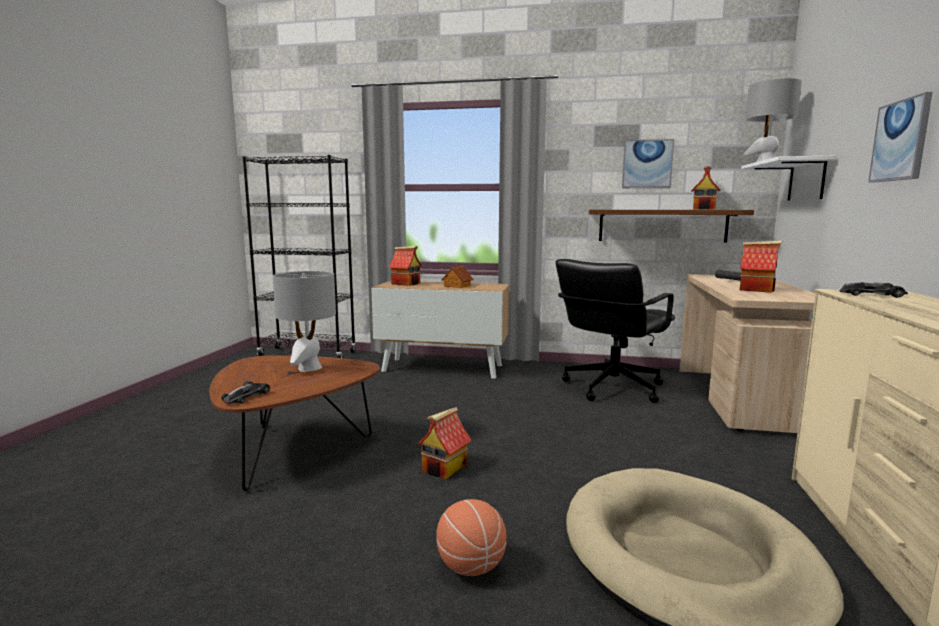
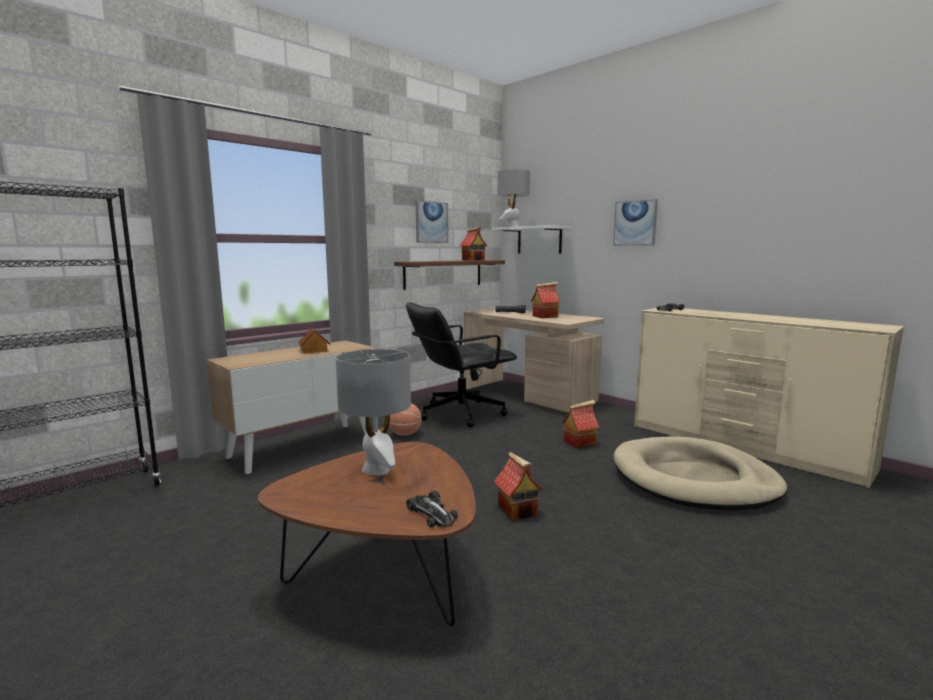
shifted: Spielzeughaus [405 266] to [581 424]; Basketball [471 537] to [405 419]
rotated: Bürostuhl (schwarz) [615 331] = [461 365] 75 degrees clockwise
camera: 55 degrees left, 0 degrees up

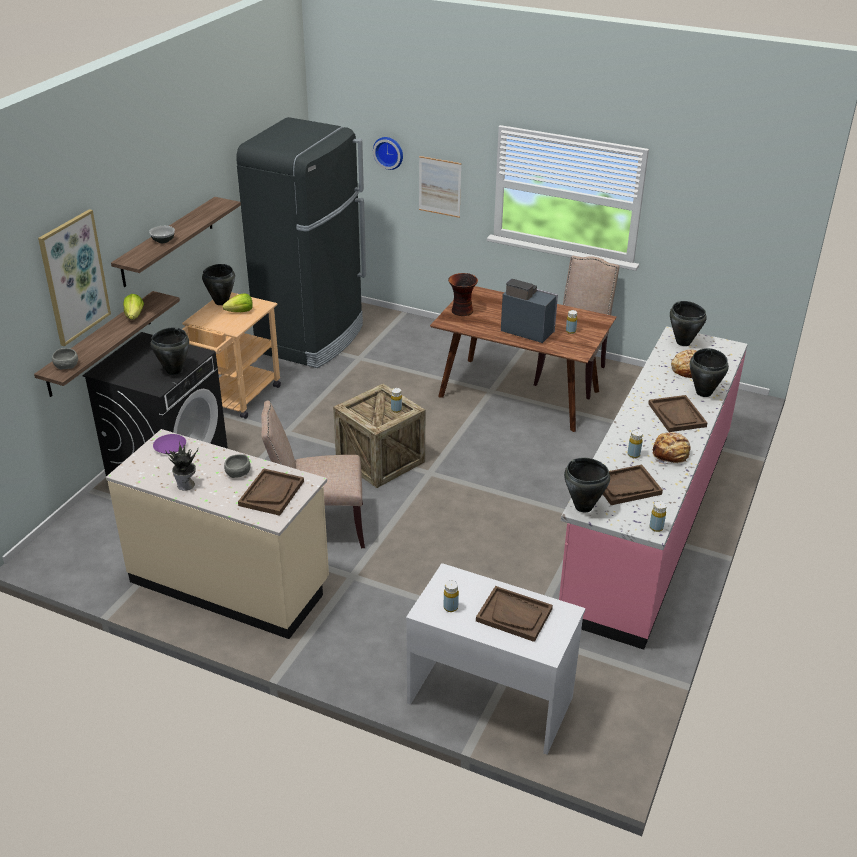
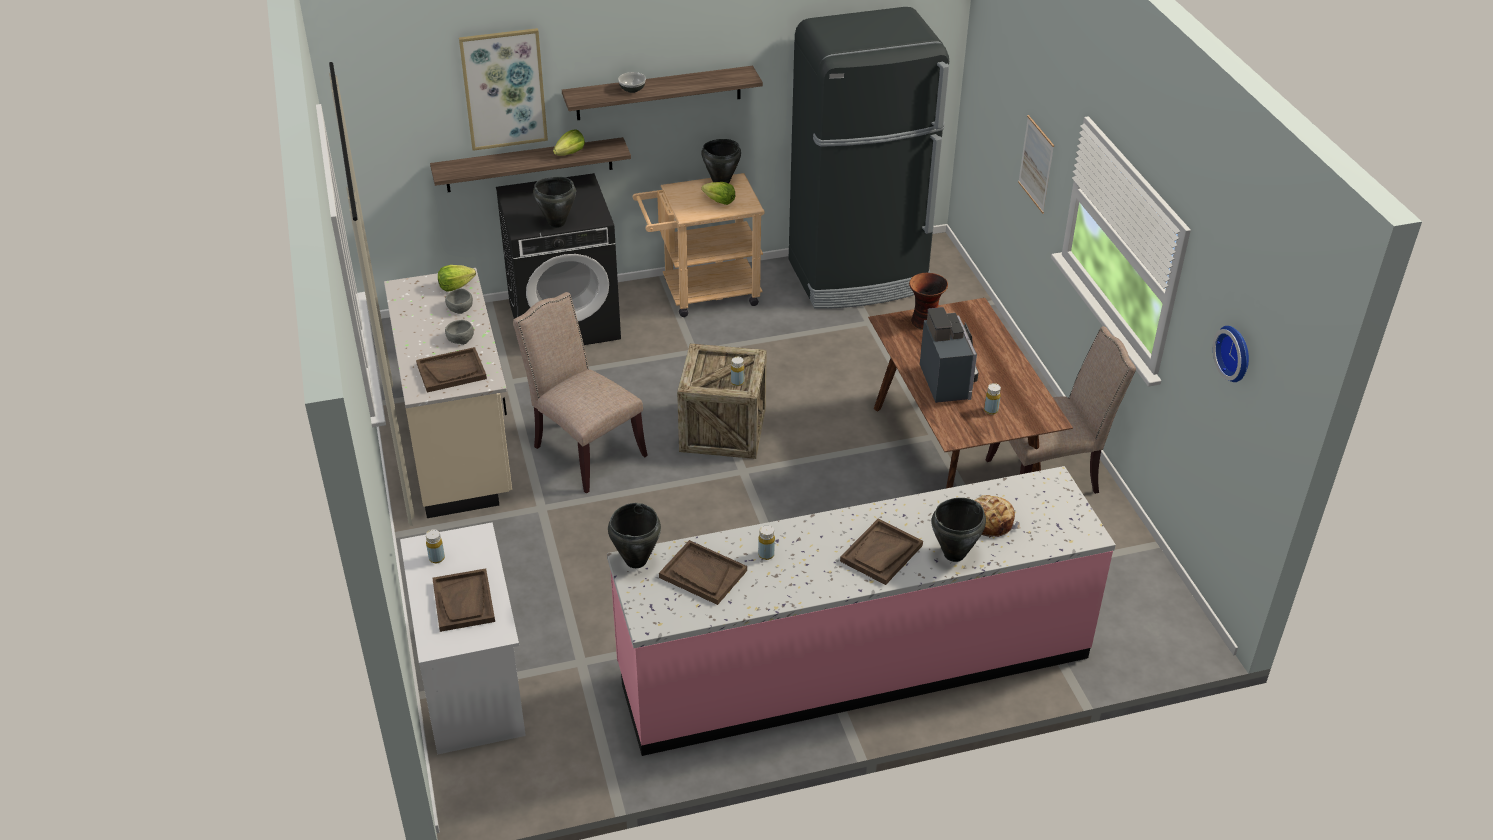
gone: Kochtopf (schwarz) [688 323]; Brot [672 448]; Topfpflanze [181 466]; Flasche (gelb) [658 516]
shifted: Wanduhr [388 153] to [1231 354]; Schüssel (grau) [65 359] to [459 301]
swapped: Teller (lila) [169 444] to Salatkopf [457 278]
camera: 50 degrees right, 5 degrees up

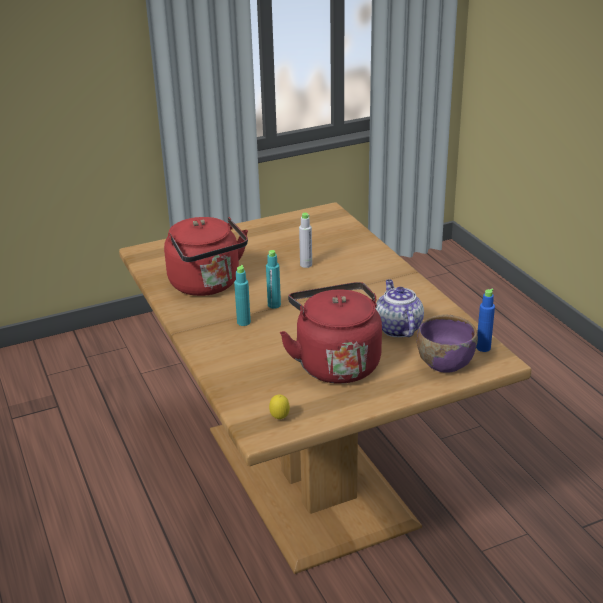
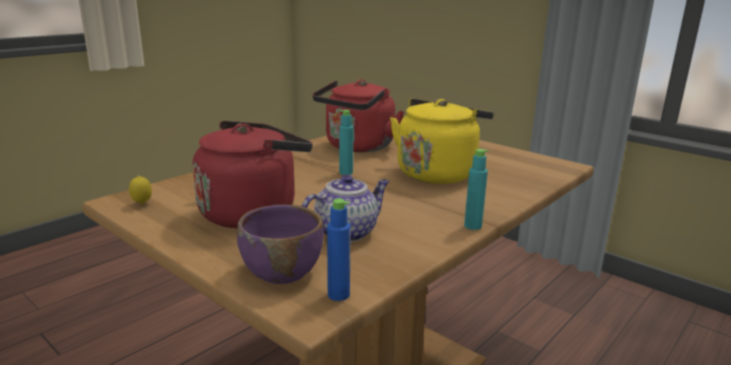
shifted: Flasche (türkis) [242 295] to [476 189]
swapped: Flasche (grau) [305 240] to Wasserkessel (gelb) [442 141]
camera: 65 degrees right, 10 degrees down

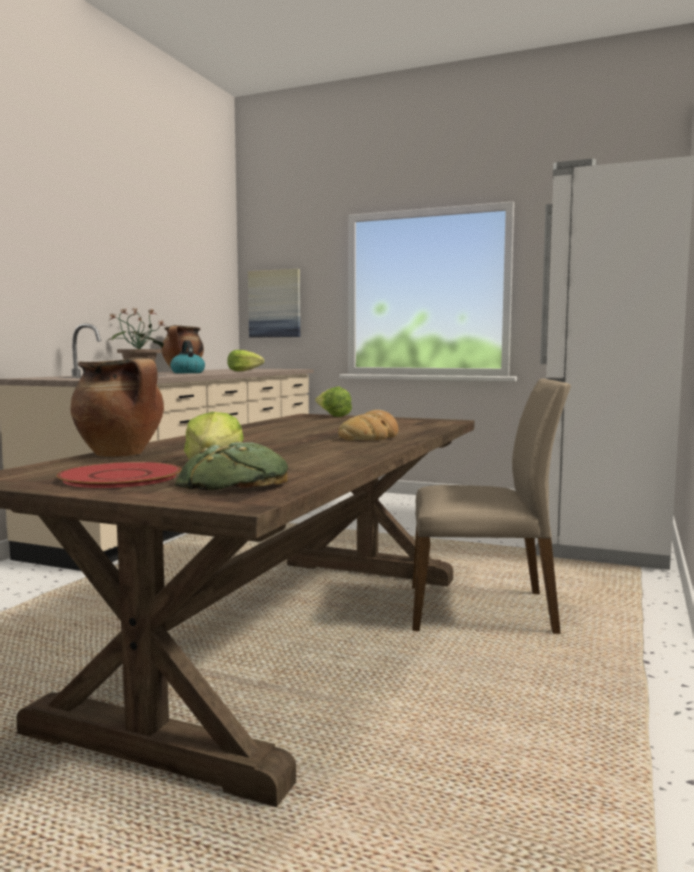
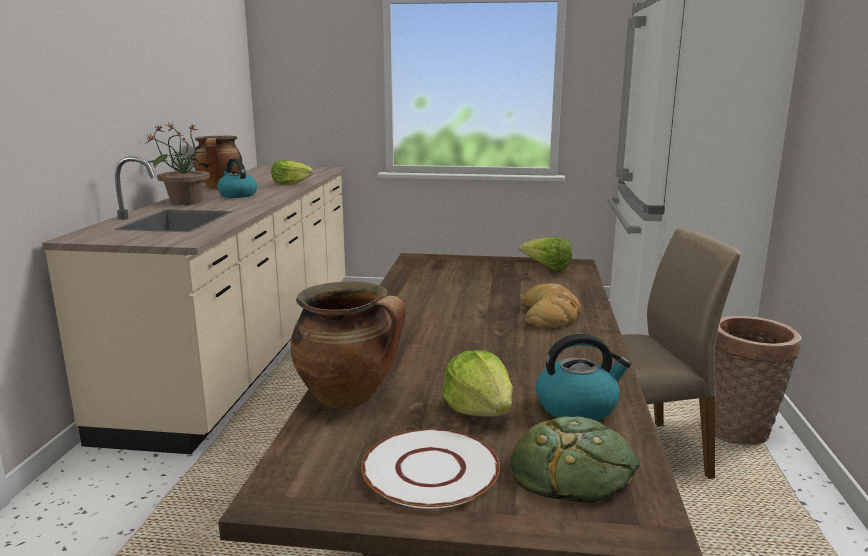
gone: Bild [274 303]
new: Korb [758 381]; Wasserkessel [583 377]
shifted: Salatkopf [333 401] to [545 254]
repainted: Teller (rot) [119 475] to Teller (weiß) [430 469]
camera: 15 degrees left, 10 degrees up

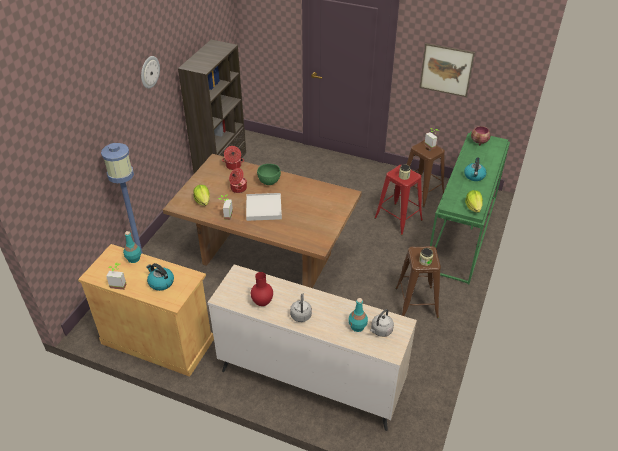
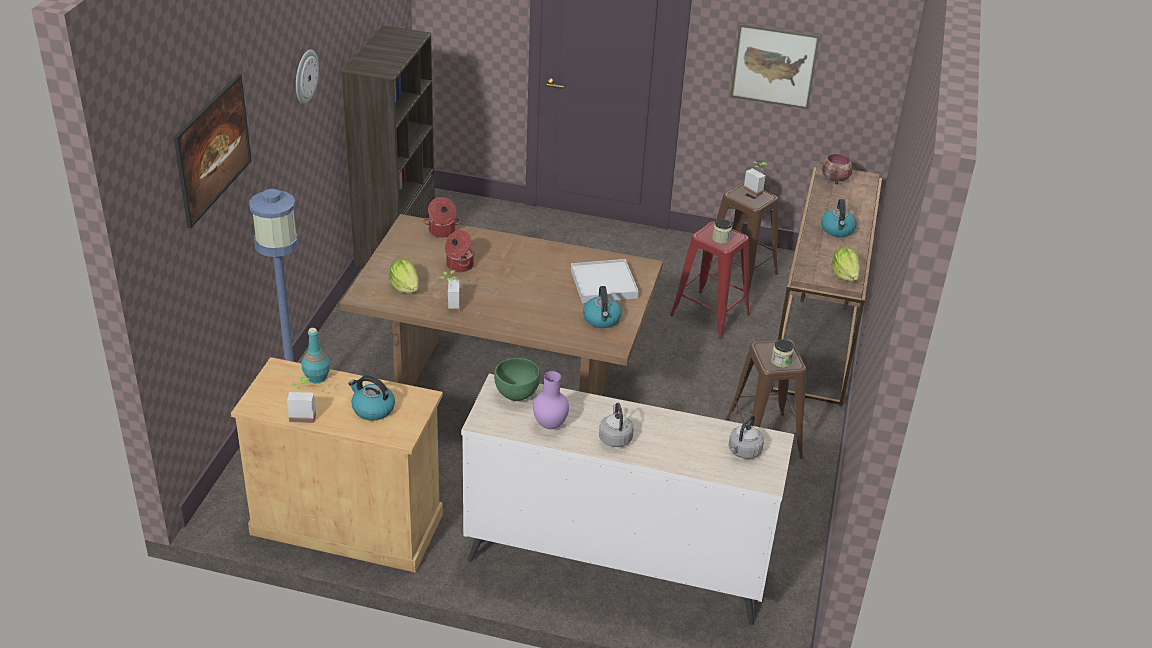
gone: Flasche (türkis) [358 315]
new: Bild [213 151]; Wasserkessel [602 307]
shifted: Schüssel (grün) [269 174] to [517 379]; Tablett (weiß) [264 207] to [605 281]
repainted: Konsolentisch (grün) [470 207] to Konsolentisch (braun) [826 285]; Vase (rot) [262 289] to Vase (lila) [551 400]
camera: 10 degrees left, 5 degrees down

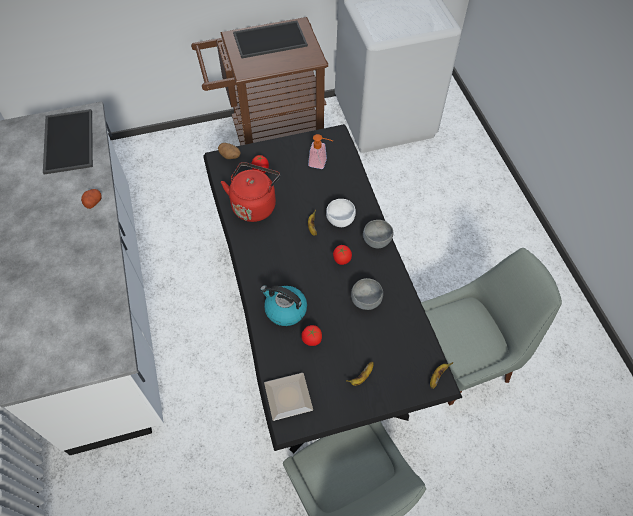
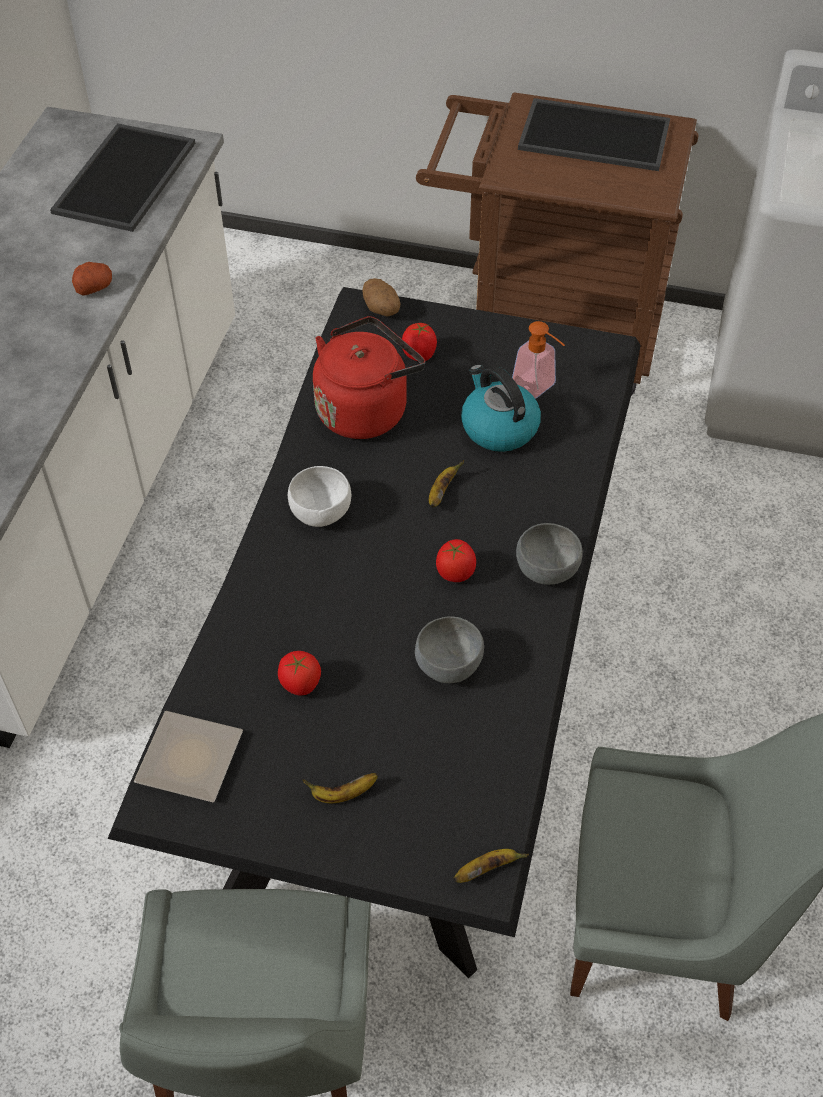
shifted: Schüssel (weiß) [341 213] to [319 496]; Wasserkessel [283 305] to [501 408]
camera: 30 degrees right, 5 degrees down

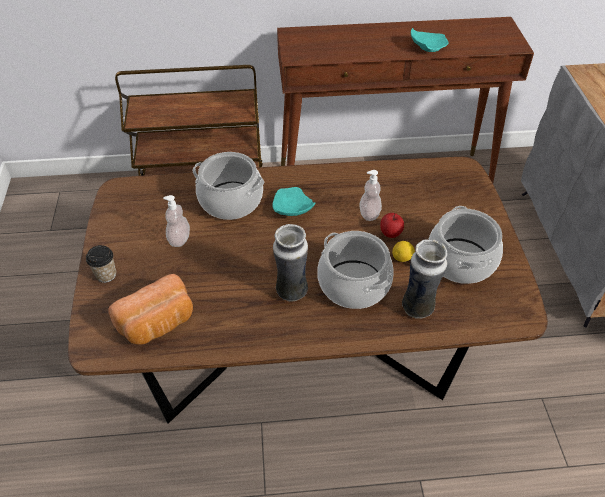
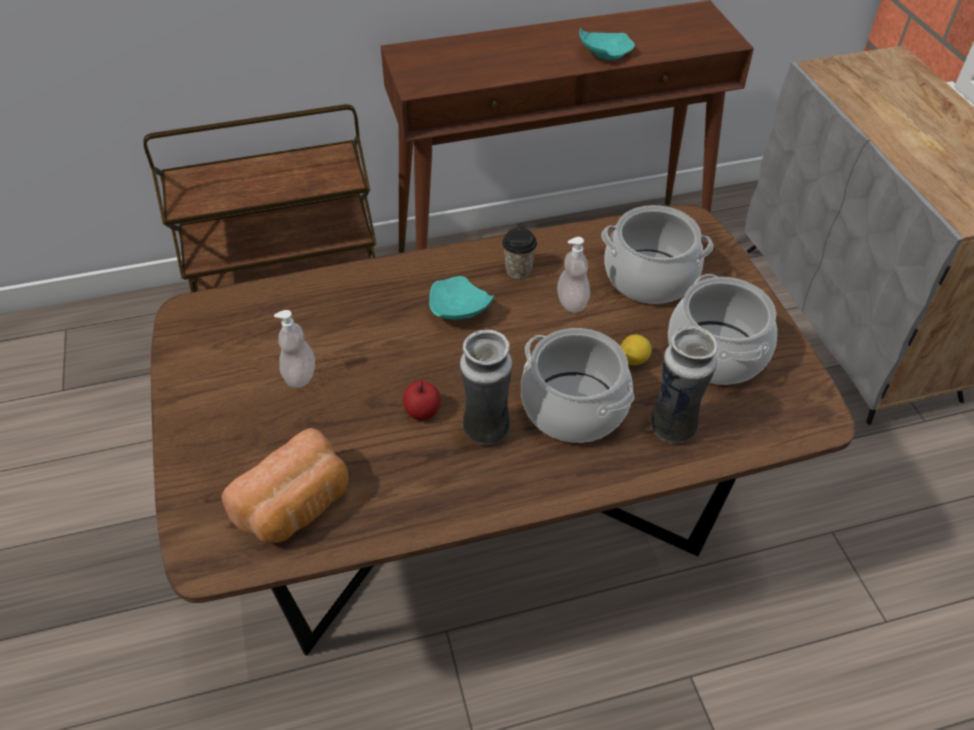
shifted: Kochtopf [228 186] to [657 254]; Apfel [392 225] to [422 400]; Tasse [101 264] to [519 253]
camera: 10 degrees left, 0 degrees up

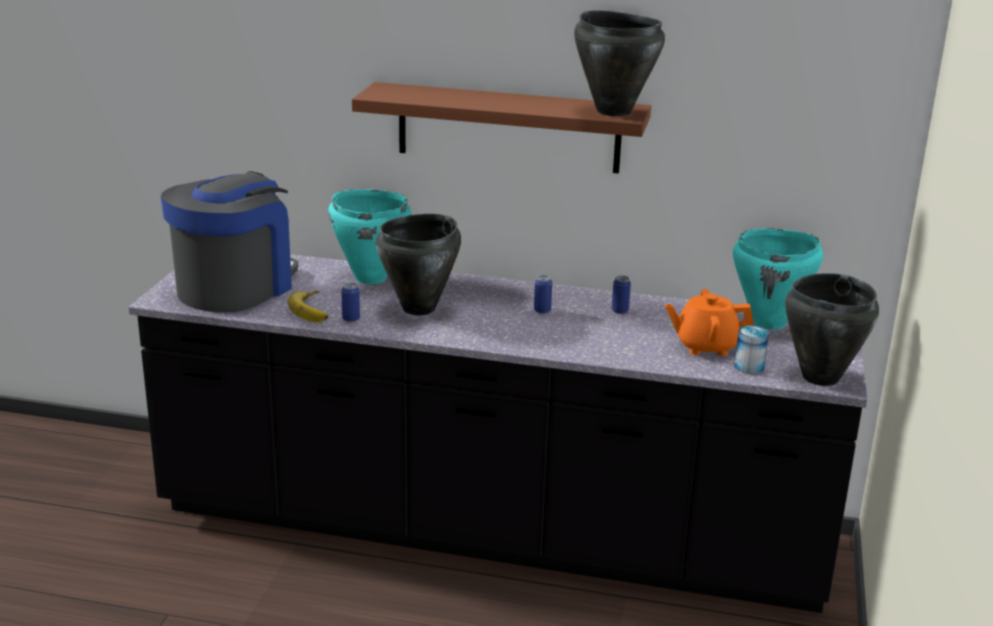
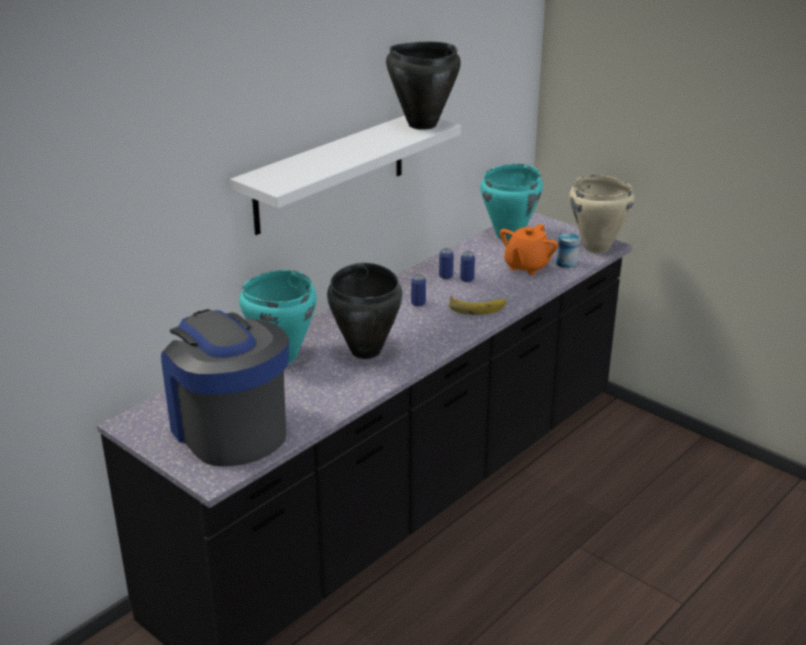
shifted: Dose [350 302] to [467 266]; Banane [307 306] to [477 305]
repainted: Wandregal (braun) [501 127] to Wandregal (weiß) [345 175]; Kochtopf (schwarz) [832 329] to Kochtopf (beige) [602 214]
camera: 60 degrees left, 5 degrees up

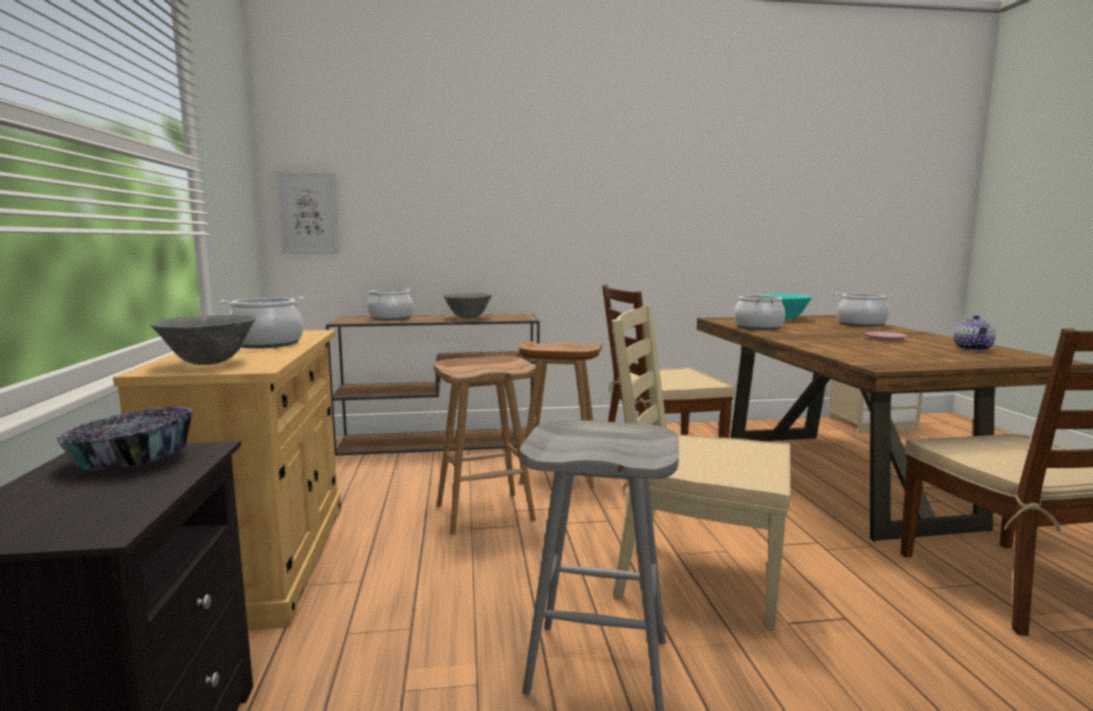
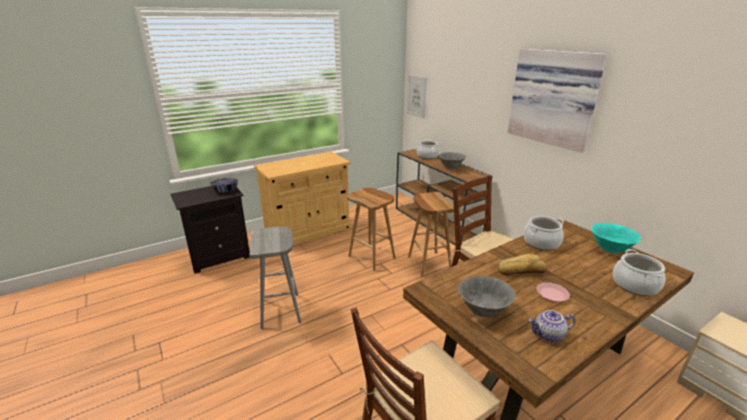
gone: Kochtopf [262 323]; Stuhl (beige) [701 467]
new: Bild [557 101]; Brot [522 264]
shifted: Schüssel (grau) [203 340] to [487 297]
camera: 65 degrees right, 15 degrees up

